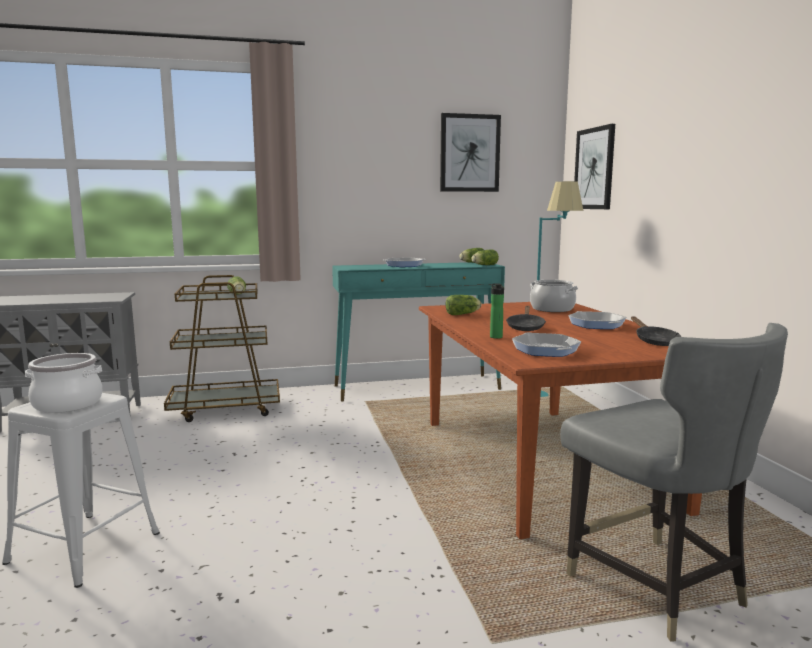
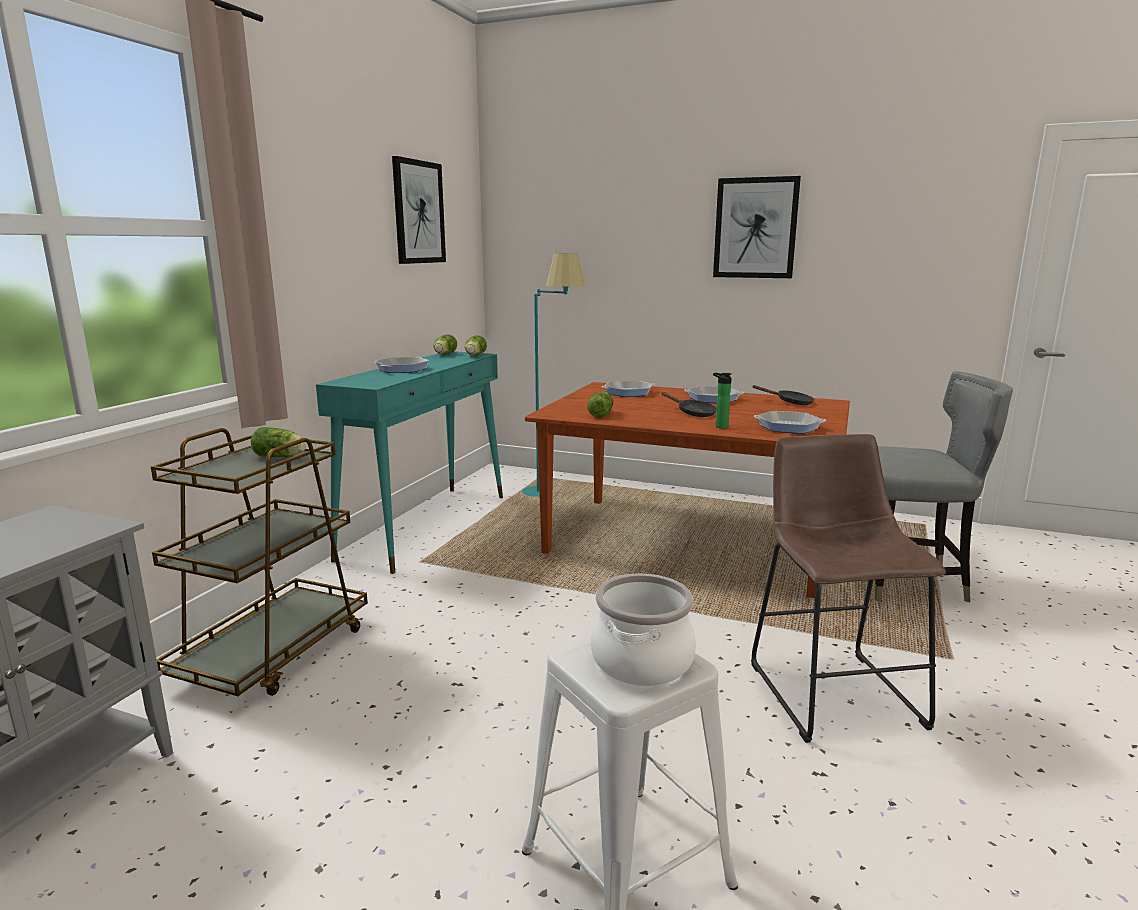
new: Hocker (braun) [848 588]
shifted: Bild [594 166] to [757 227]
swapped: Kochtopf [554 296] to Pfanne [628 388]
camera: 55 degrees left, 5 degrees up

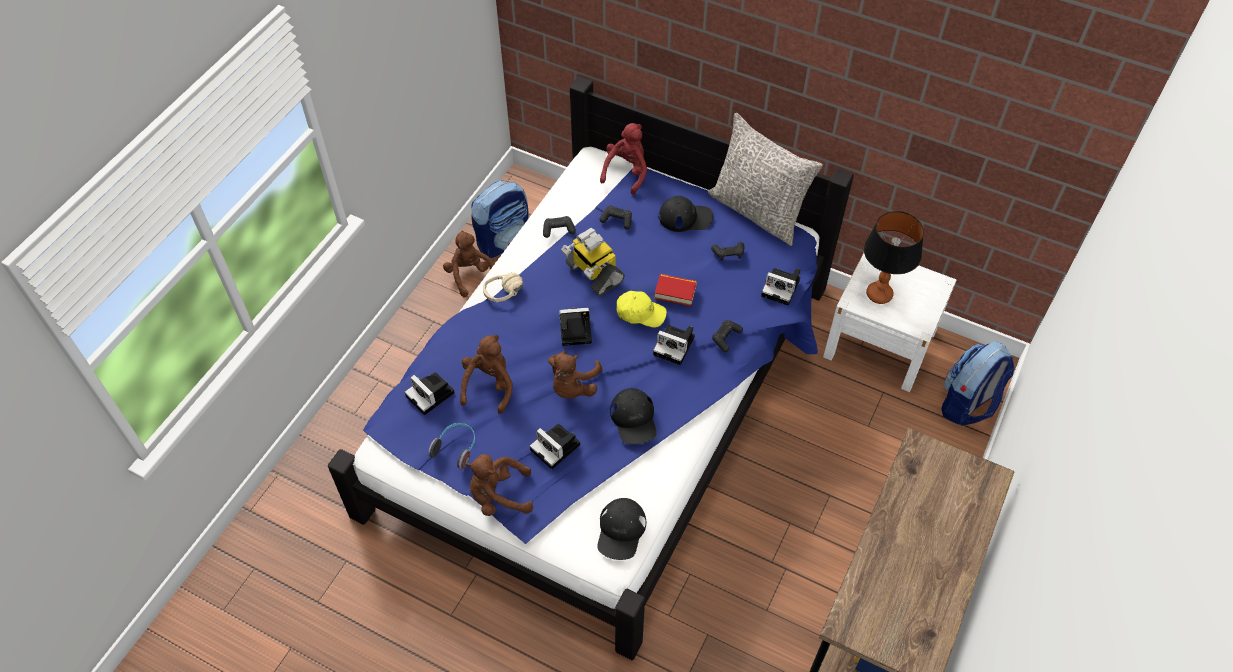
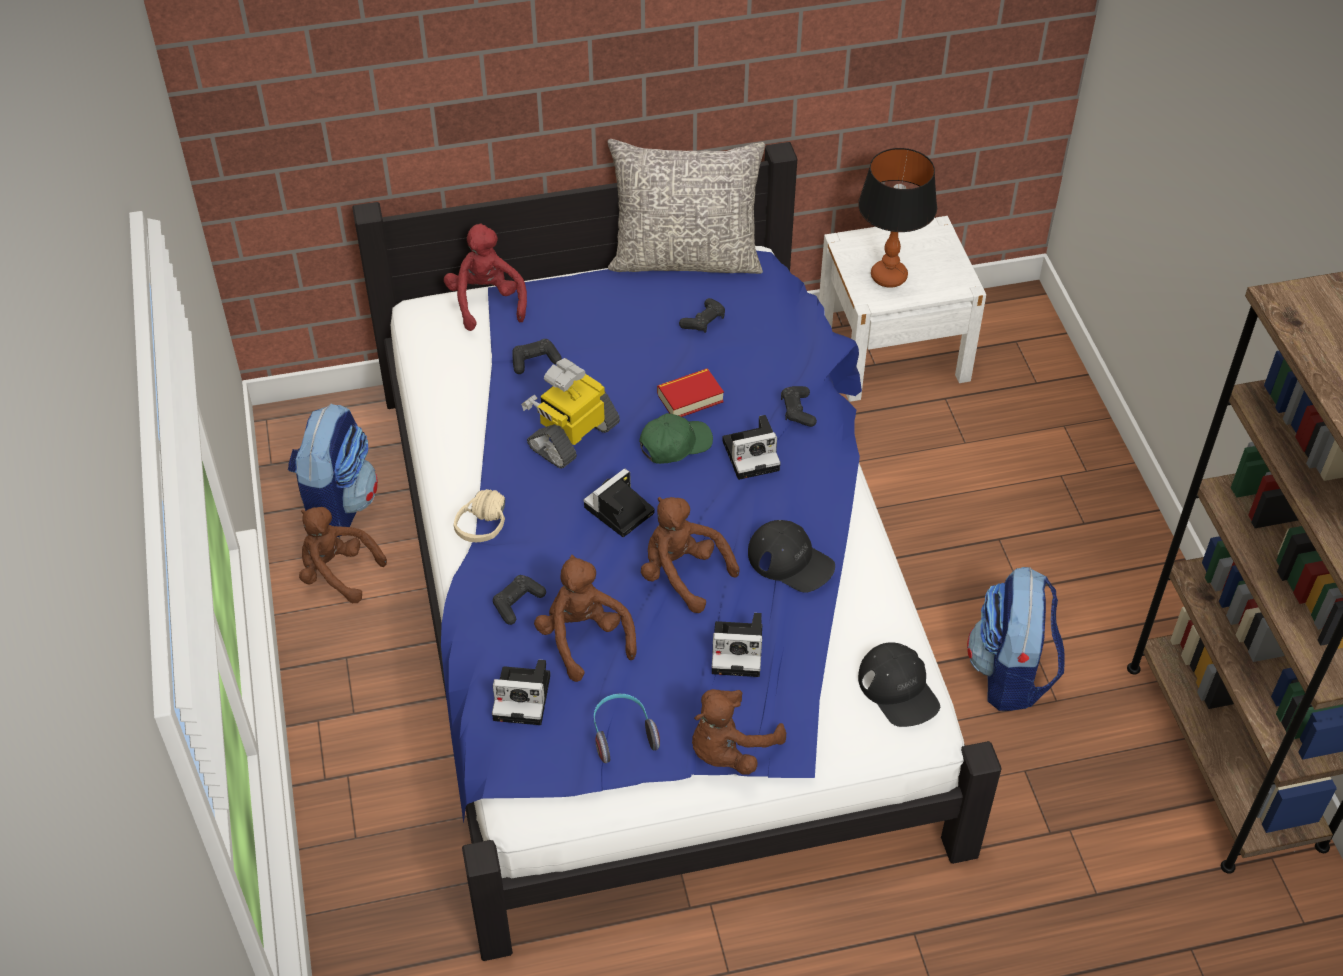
gone: Kappe (schwarz) [685 214]; Kamera [781 286]
shifted: Gamepad (schwarz) [559 227] to [519 600]; Rucksack [977 383] to [1016 639]
repainted: Kappe (gelb) [642 309] to Kappe (grün) [676 438]
rotated: Spielzeugroboter [593 262] = [570 413] 120 degrees clockwise; Plüschtier (braun) [575 375] = [690 555] 150 degrees clockwise
camera: 40 degrees left, 5 degrees down

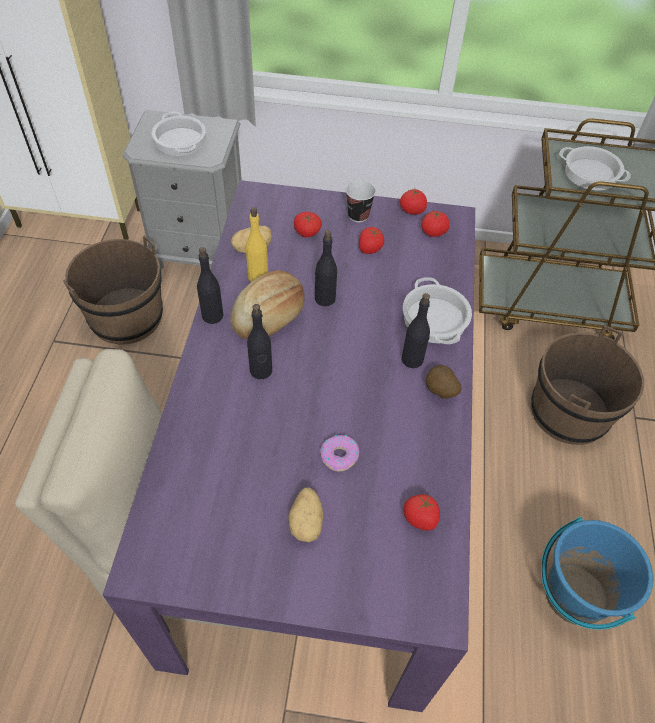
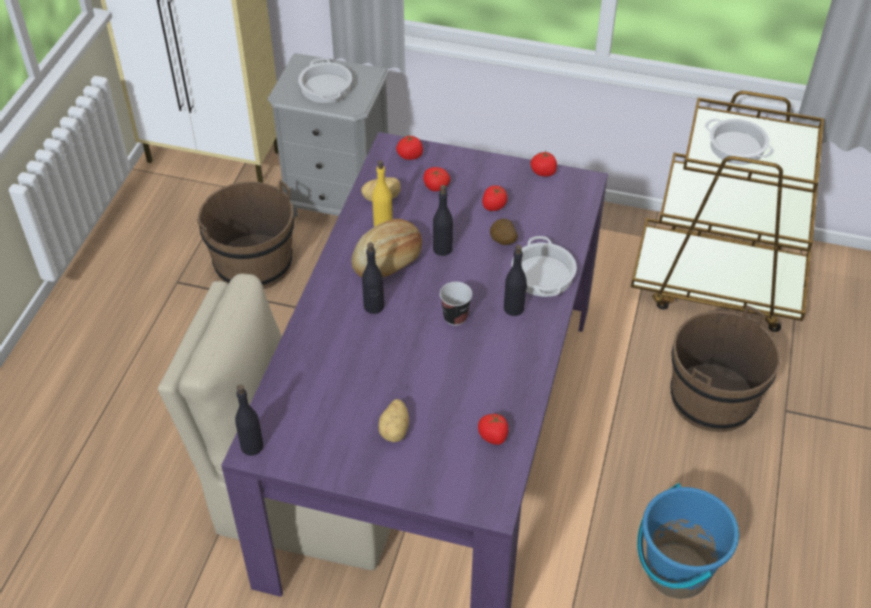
gone: Donut [339 453]
shifted: Tasse [361 201] to [456 304]; Tomate [435 224] to [409 147]; Flasche (schwarz) [210 285] to [249 420]; Kartoffel [443 382] to [504 231]
camera: 10 degrees right, 5 degrees down

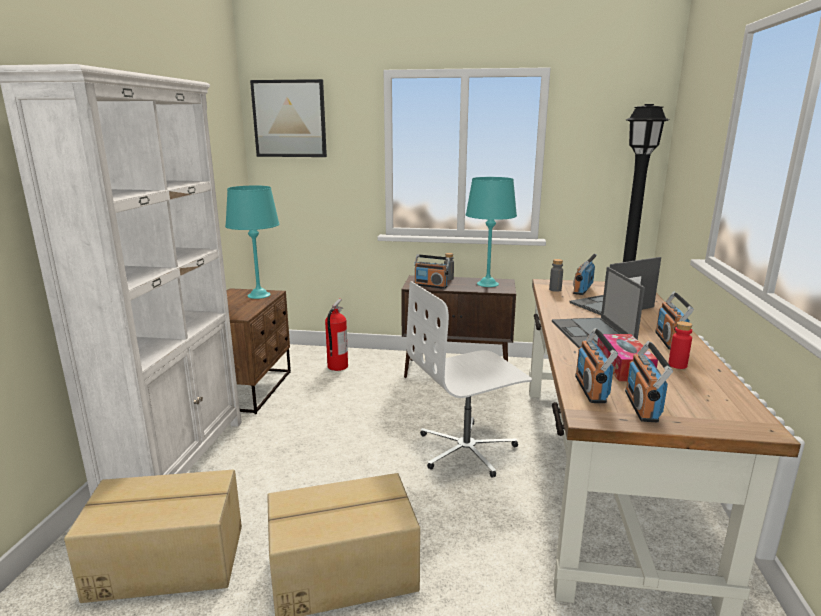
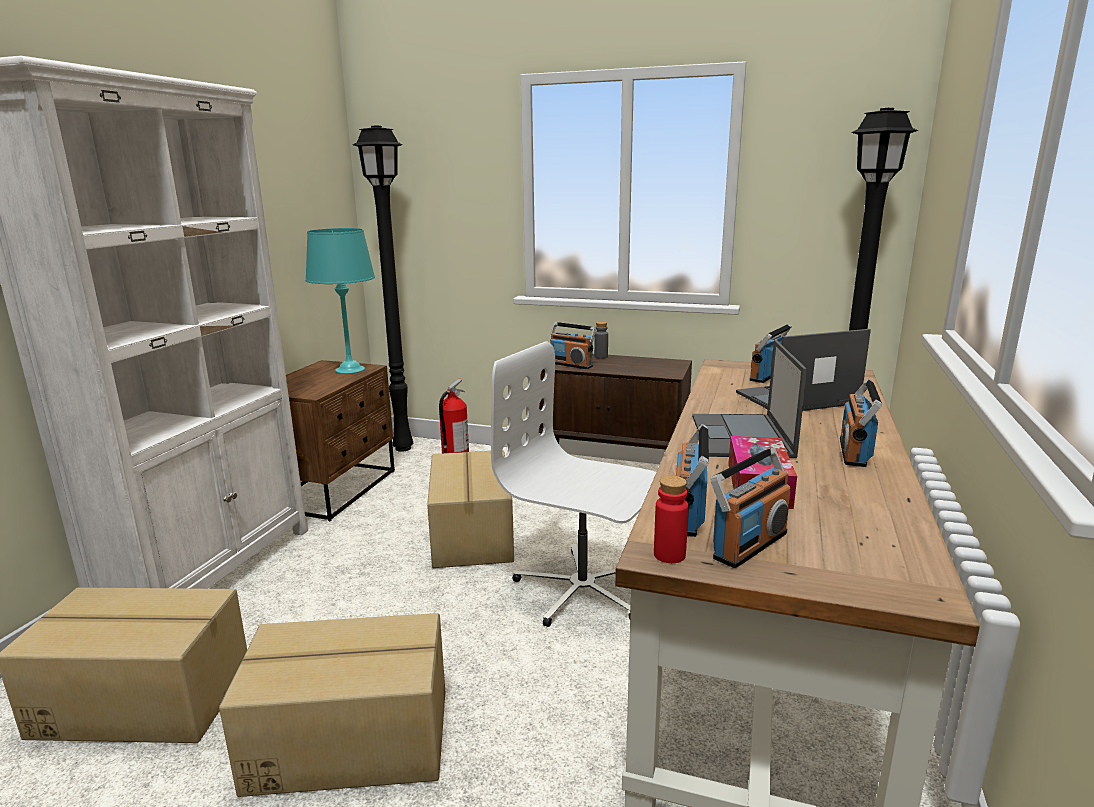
gone: Bild [288 118]; Tischlampe (türkis) [491 232]; Flasche (grau) [556 275]
new: Stehlampe (schwarz) [383 288]; Karton [470 509]
shifted: Flasche (rot) [680 345] to [671 519]
rotated: Bürostuhl (weiß) [469 379] = [573 484] 45 degrees clockwise; Radio [649 382] = [750 507] 150 degrees counterclockwise
camera: 10 degrees right, 0 degrees up

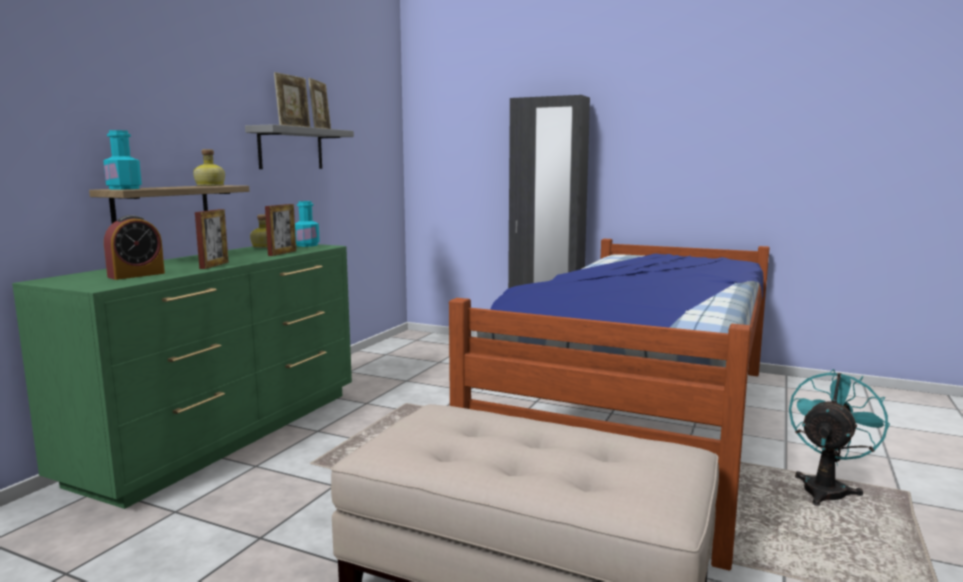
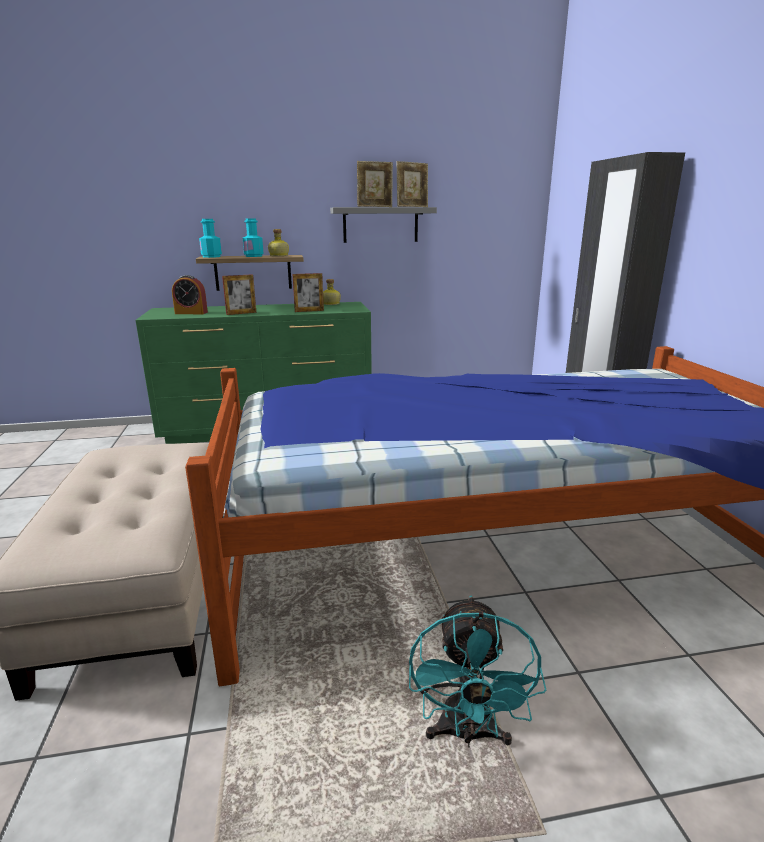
shifted: Flasche (türkis) [307 224] to [253 237]
rotated: Ventilator (türkis) [839 437] = [478 672] 90 degrees clockwise
camera: 55 degrees right, 10 degrees up

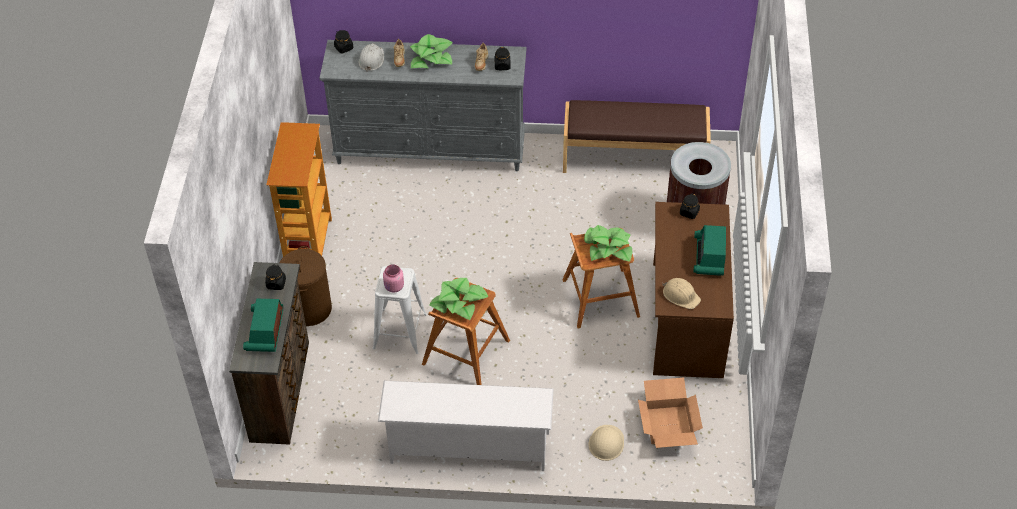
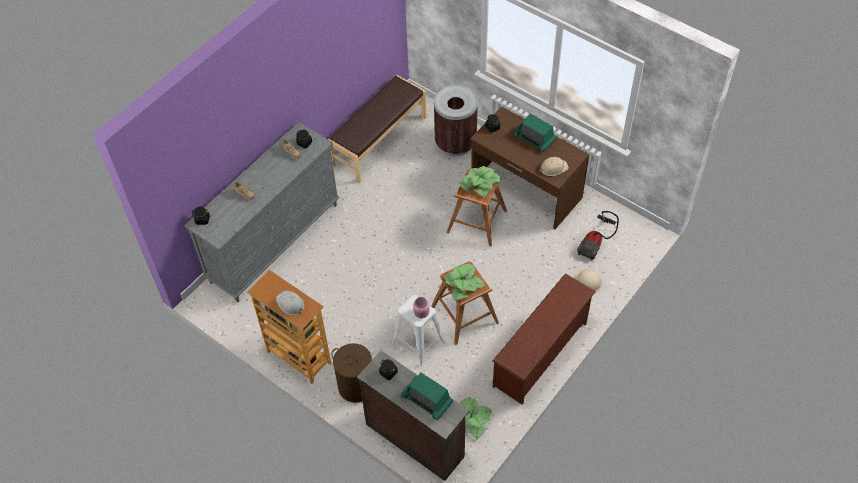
shifted: Topfpflanze [431 51] to [475 418]; Schutzhelm (weiß) [371 57] to [289 302]
swapped: Karton [670 412] to Staubsauger [598 236]
repainted: Schuhregal (weiß) [466 426] to Schuhregal (braun) [544 339]
camera: 55 degrees left, 5 degrees up

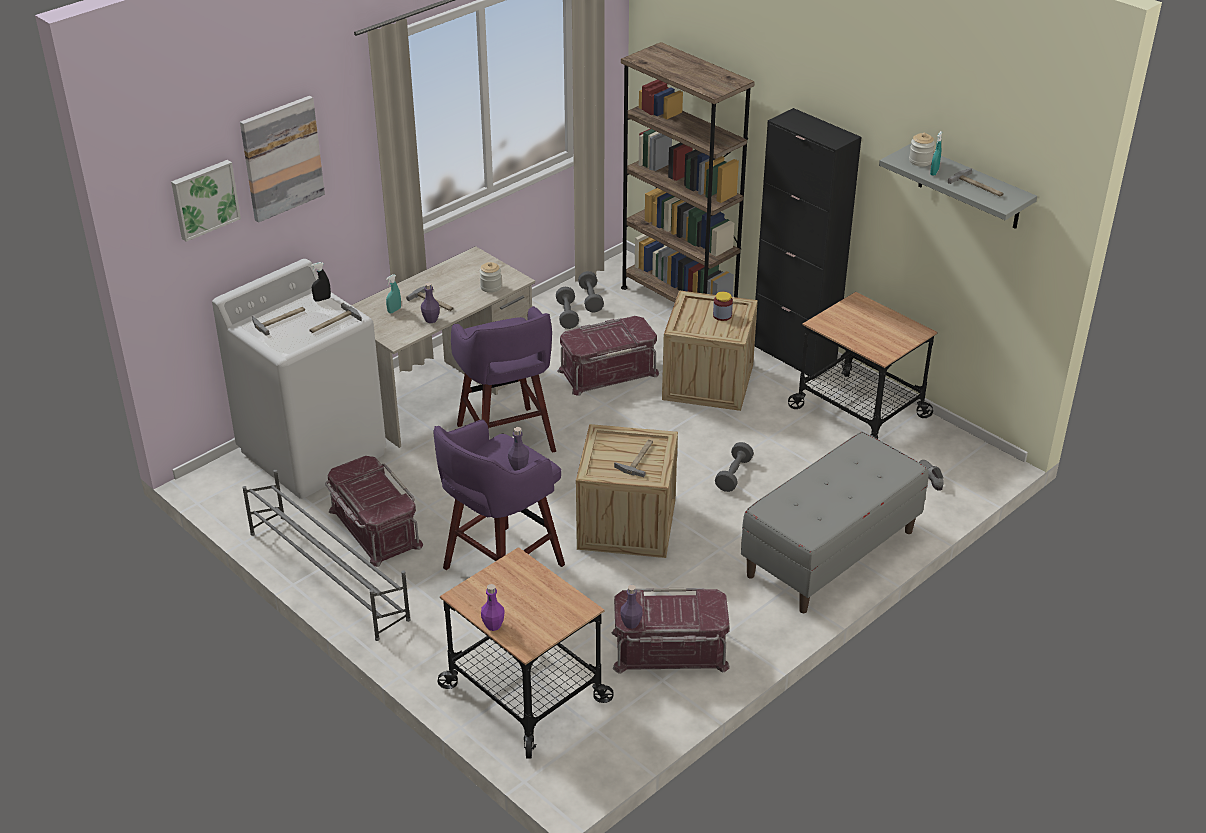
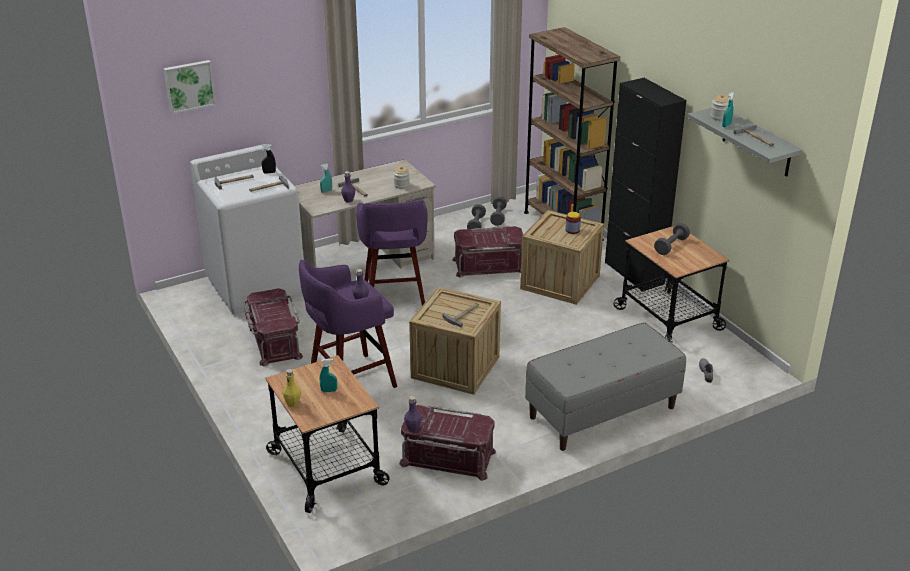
gone: Bild [282 159]; Schuhregal (grau) [326 555]
new: Sprühflasche (türkis) [328 375]
shifted: Hantel (grau) [734 467] to [672 239]
repainted: Flasche (lila) [493 607] to Flasche (gelb) [291 388]
camera: 15 degrees right, 5 degrees down

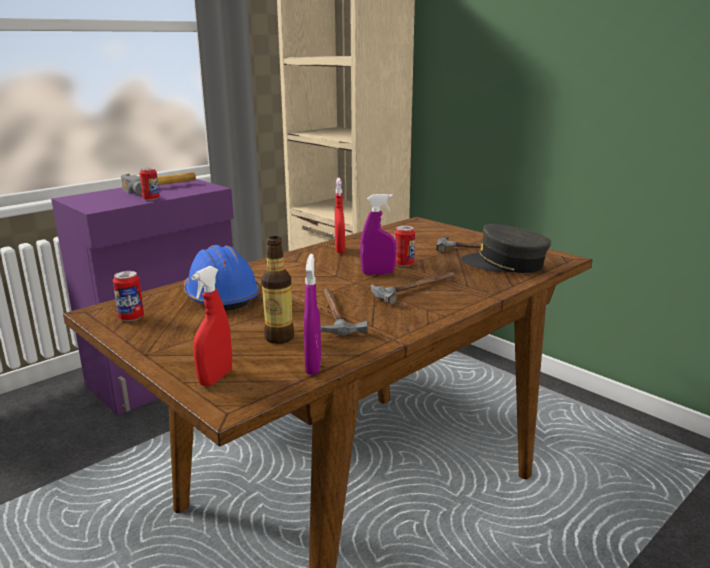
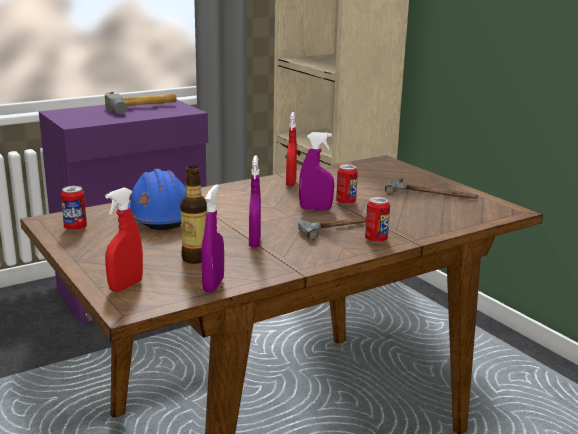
gone: Kappe (grau) [506 248]
shifted: Dose [149 184] to [377 220]
swapped: Hammer [344 312] to Sprühflasche (lila) [255 201]
camera: 10 degrees right, 0 degrees up

